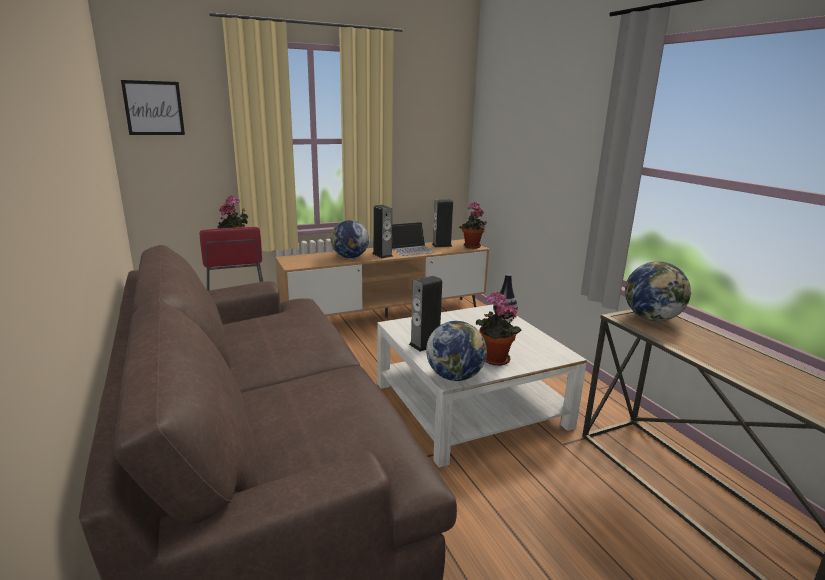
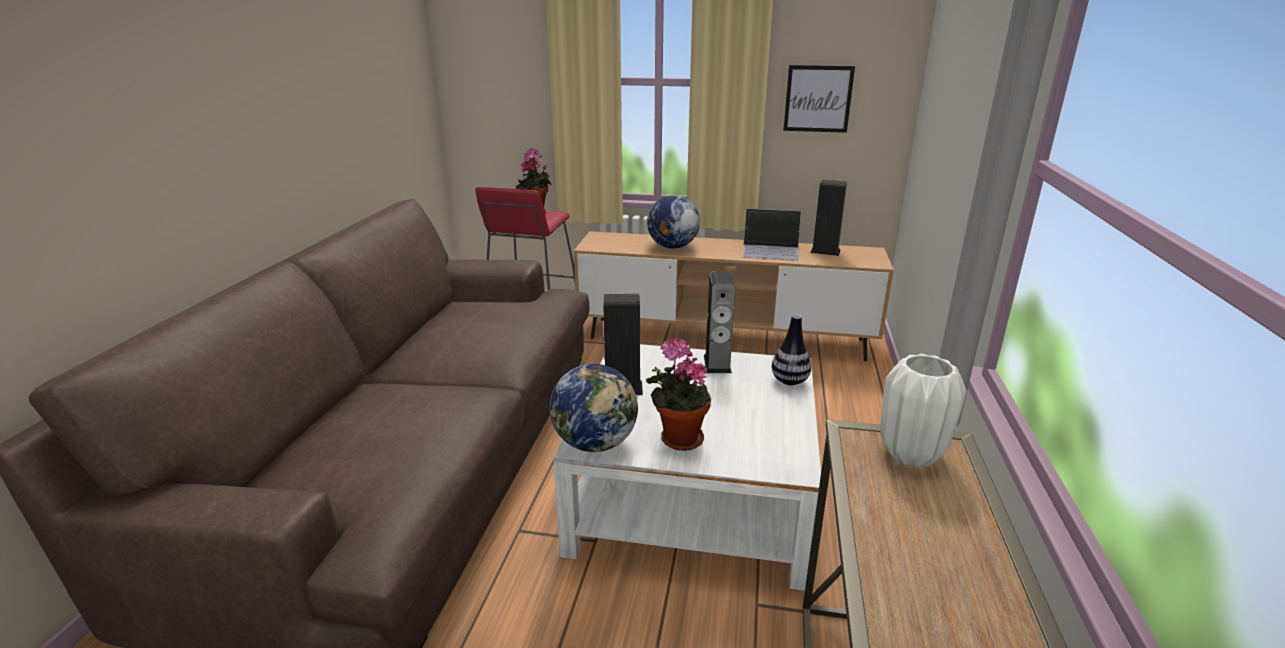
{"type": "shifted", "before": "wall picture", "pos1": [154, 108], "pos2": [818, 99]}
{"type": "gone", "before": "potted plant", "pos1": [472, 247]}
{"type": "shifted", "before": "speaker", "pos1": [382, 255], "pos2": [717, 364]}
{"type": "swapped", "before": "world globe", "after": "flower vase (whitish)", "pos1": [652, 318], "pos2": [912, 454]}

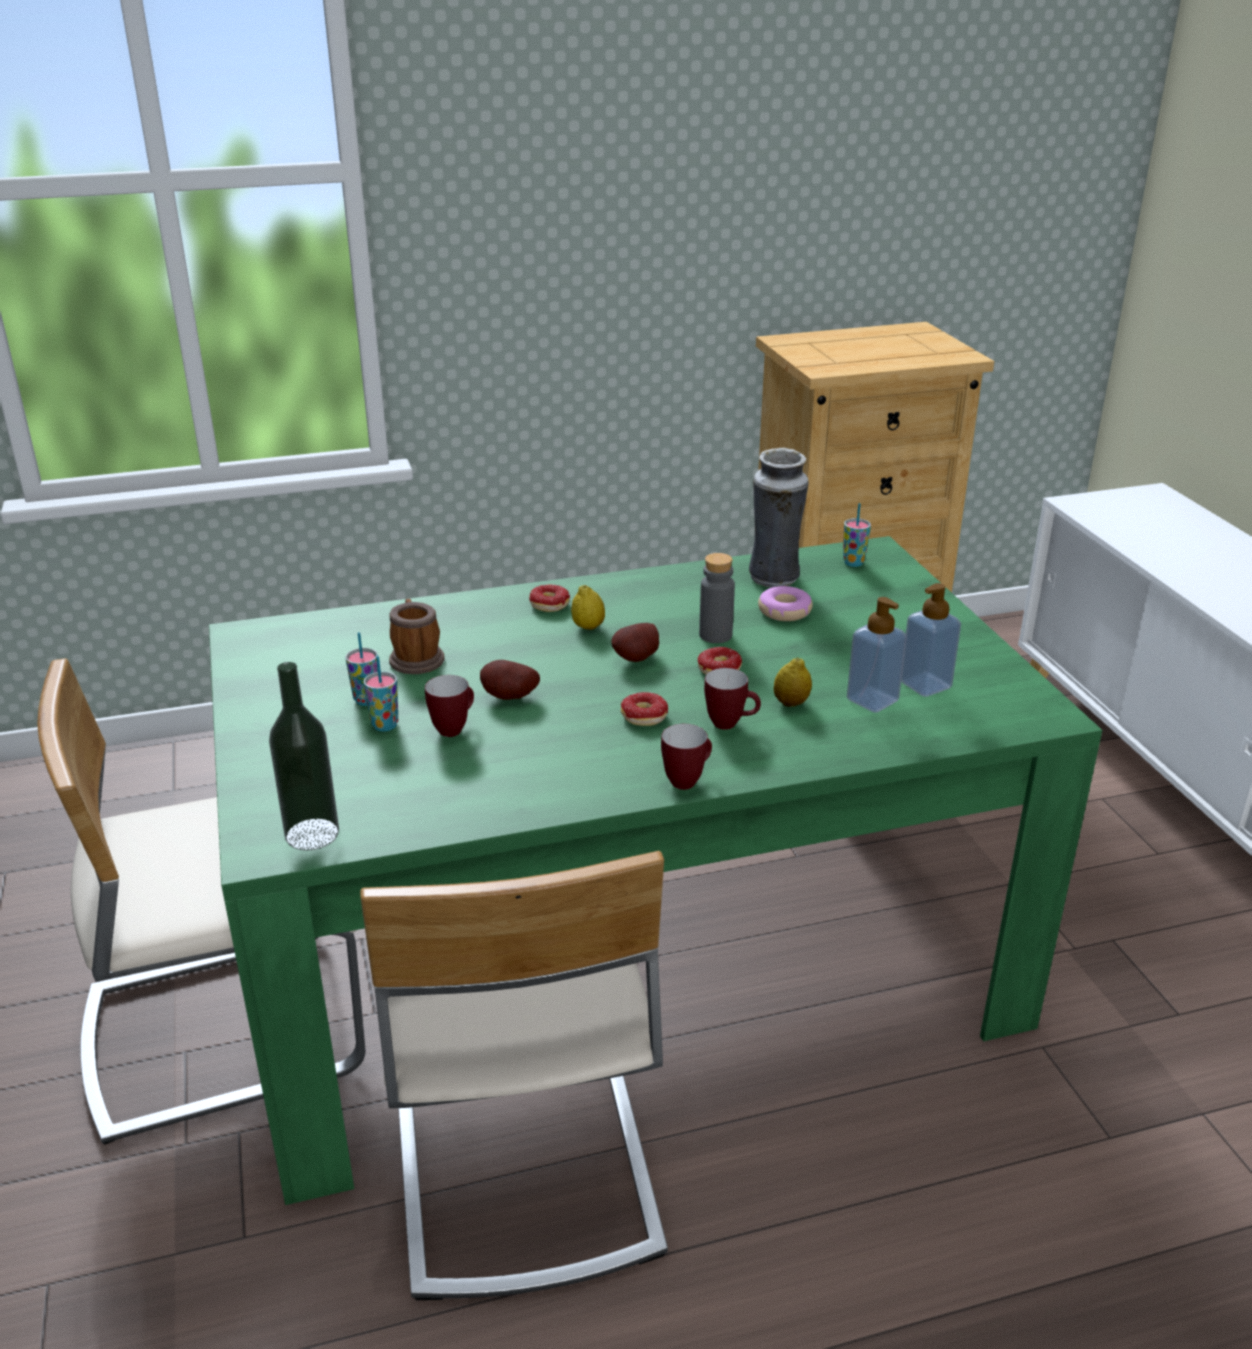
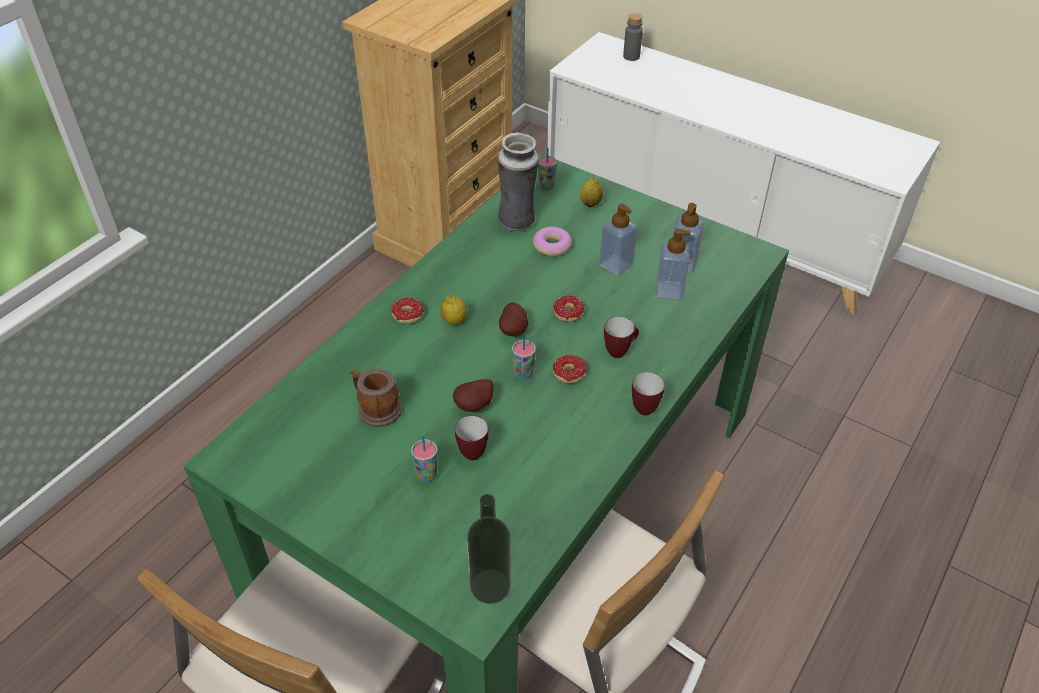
{"type": "shifted", "before": "beverage bottle (grey)", "pos1": [715, 635], "pos2": [631, 56]}
{"type": "shifted", "before": "small cup", "pos1": [366, 700], "pos2": [523, 374]}
{"type": "shifted", "before": "lemon", "pos1": [791, 703], "pos2": [590, 204]}
{"type": "new", "after": "soap dispenser", "pos2": [616, 265]}

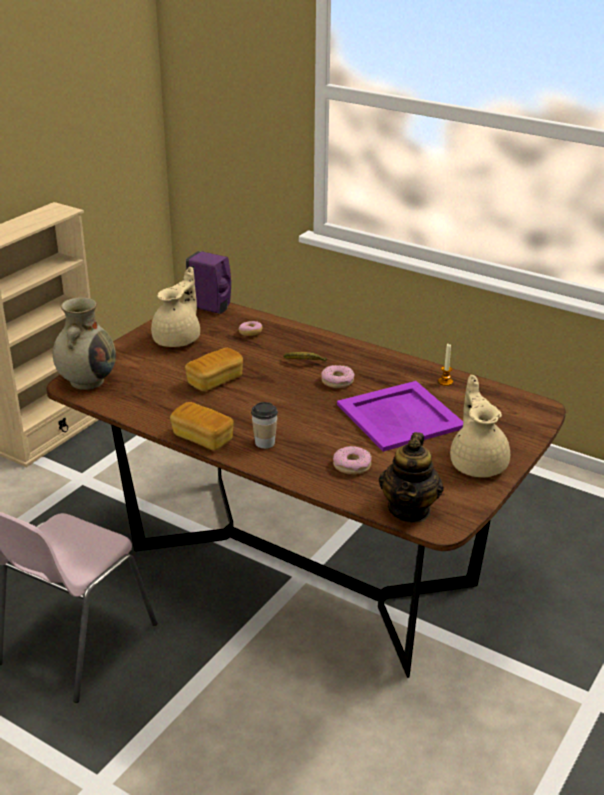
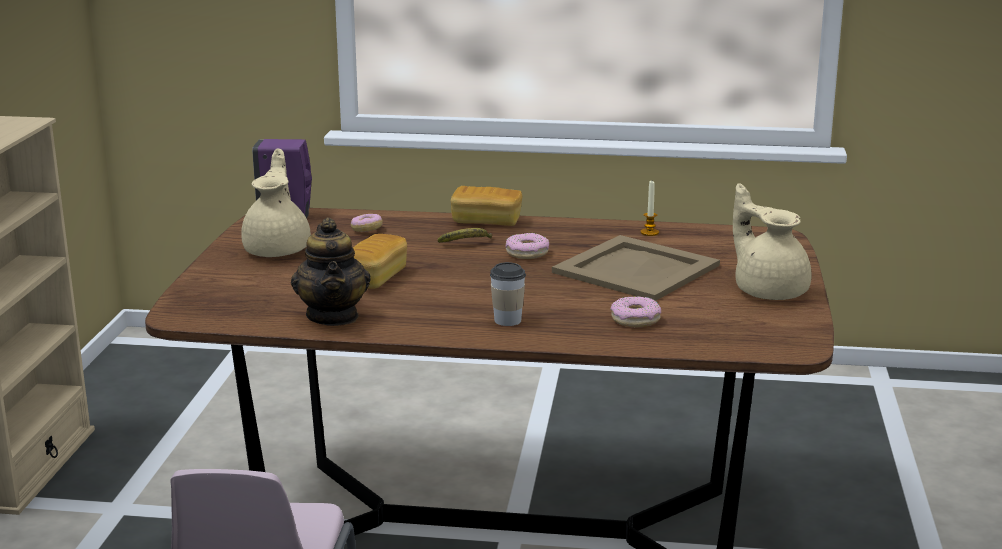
{"type": "gone", "before": "flower vase (sand-coloured)", "pos1": [87, 380]}
{"type": "repainted", "before": "carrying tray (purple)", "after": "carrying tray (sand-coloured)", "pos1": [399, 416], "pos2": [634, 269]}
{"type": "shifted", "before": "baked bread", "pos1": [202, 438], "pos2": [486, 222]}
{"type": "shifted", "before": "tea pot", "pos1": [410, 509], "pos2": [333, 316]}

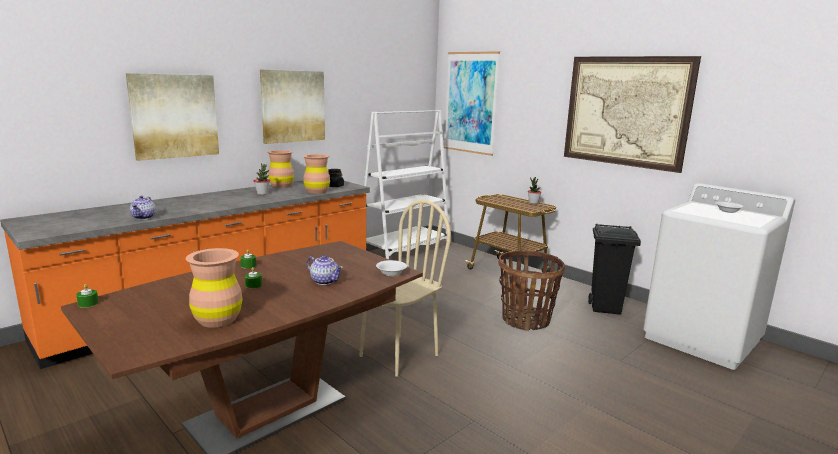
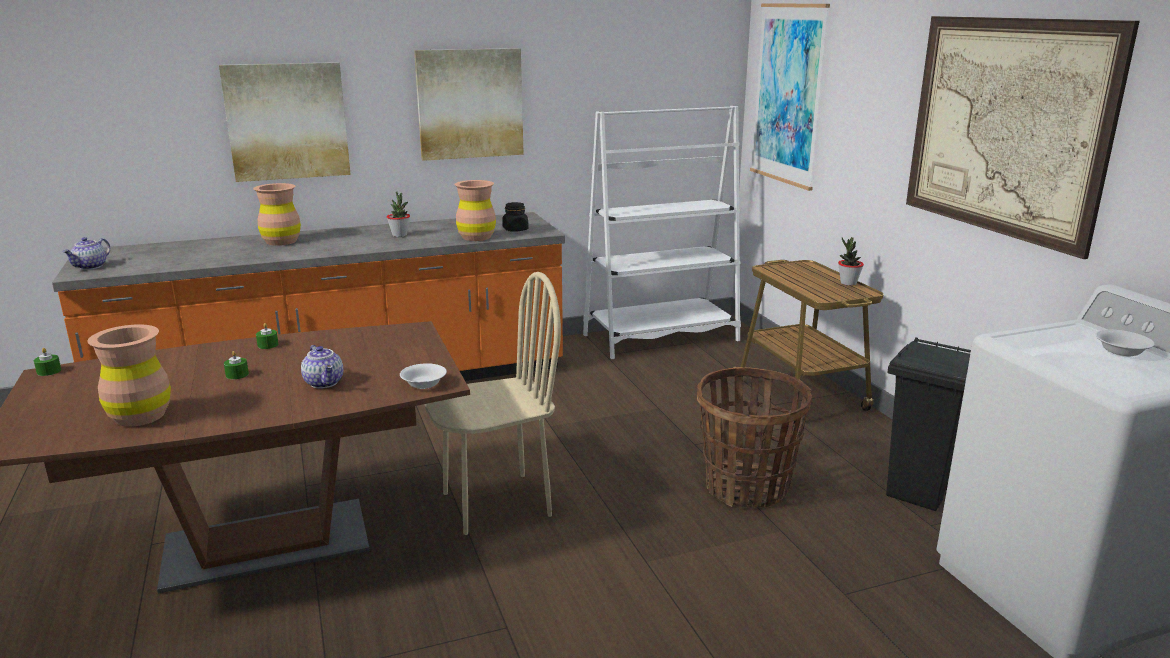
{"type": "shifted", "before": "flower vase (brown)", "pos1": [281, 186], "pos2": [281, 241]}
{"type": "shifted", "before": "tea pot", "pos1": [144, 217], "pos2": [91, 267]}

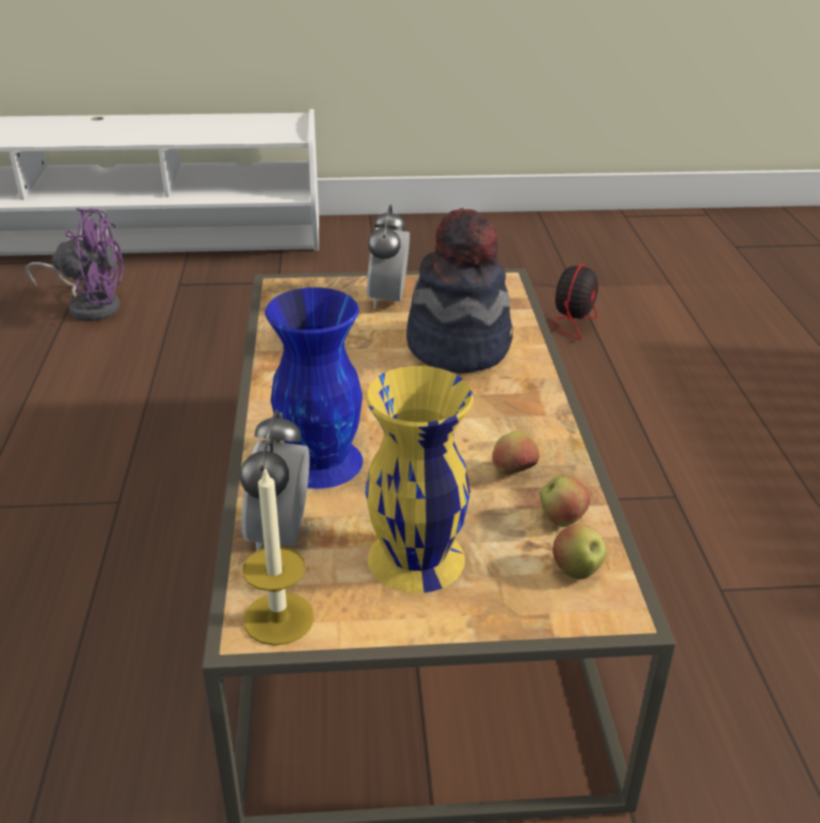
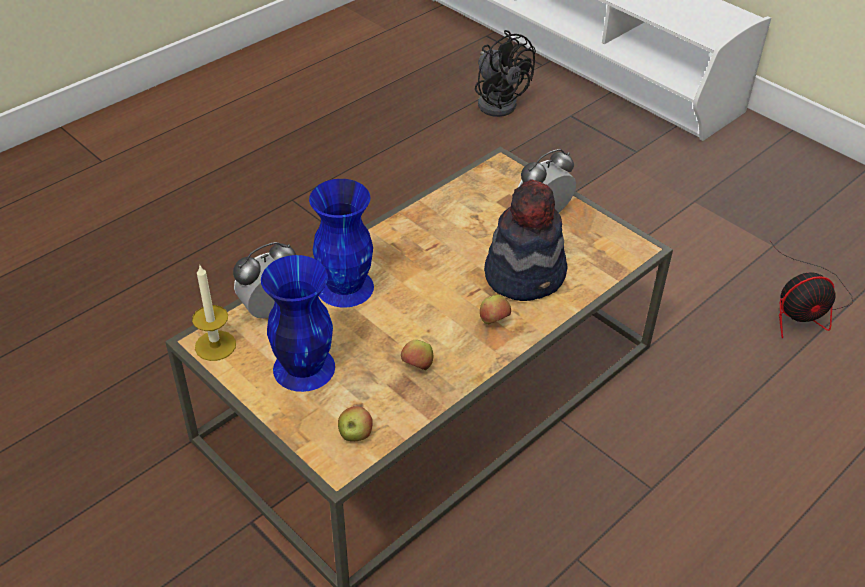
{"type": "repainted", "before": "cooling fan (purple)", "after": "cooling fan (black)", "pos1": [90, 305], "pos2": [498, 101]}
{"type": "repainted", "before": "flower vase (yellow)", "after": "flower vase (blue-coloured)", "pos1": [414, 558], "pos2": [303, 367]}
{"type": "shifted", "before": "whole apple", "pos1": [562, 520], "pos2": [494, 321]}

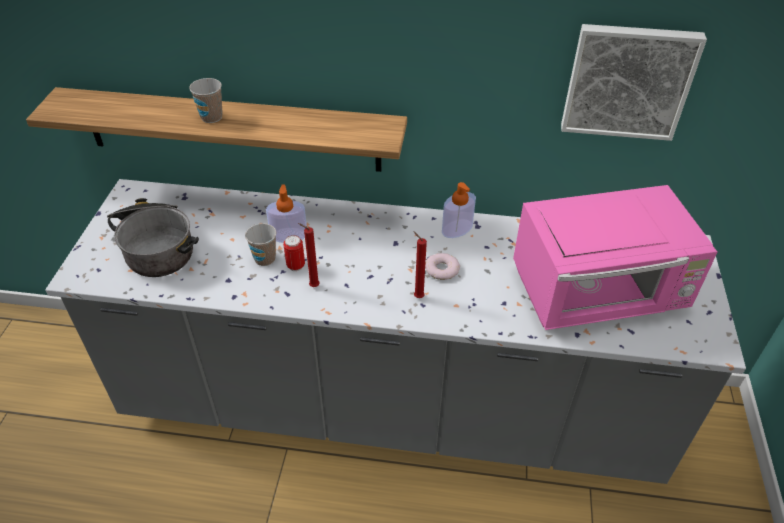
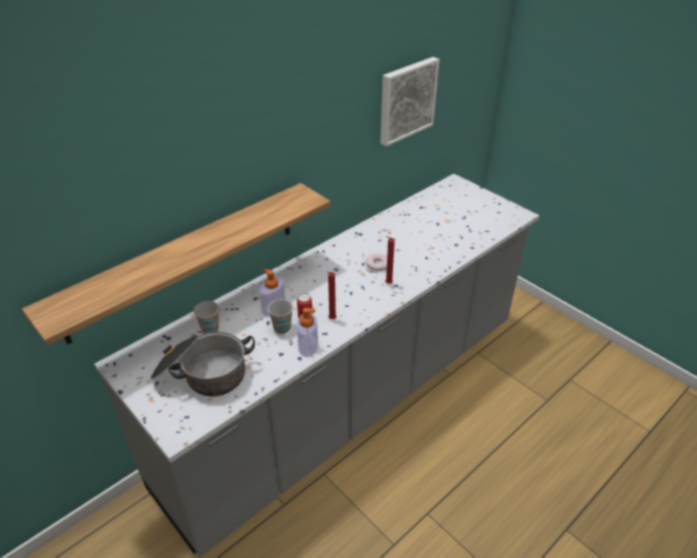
{"type": "shifted", "before": "small cup", "pos1": [211, 117], "pos2": [210, 329]}
{"type": "shifted", "before": "soap dispenser", "pos1": [457, 229], "pos2": [308, 346]}
{"type": "gone", "before": "microwave oven (pink-coloured)", "pos1": [598, 294]}

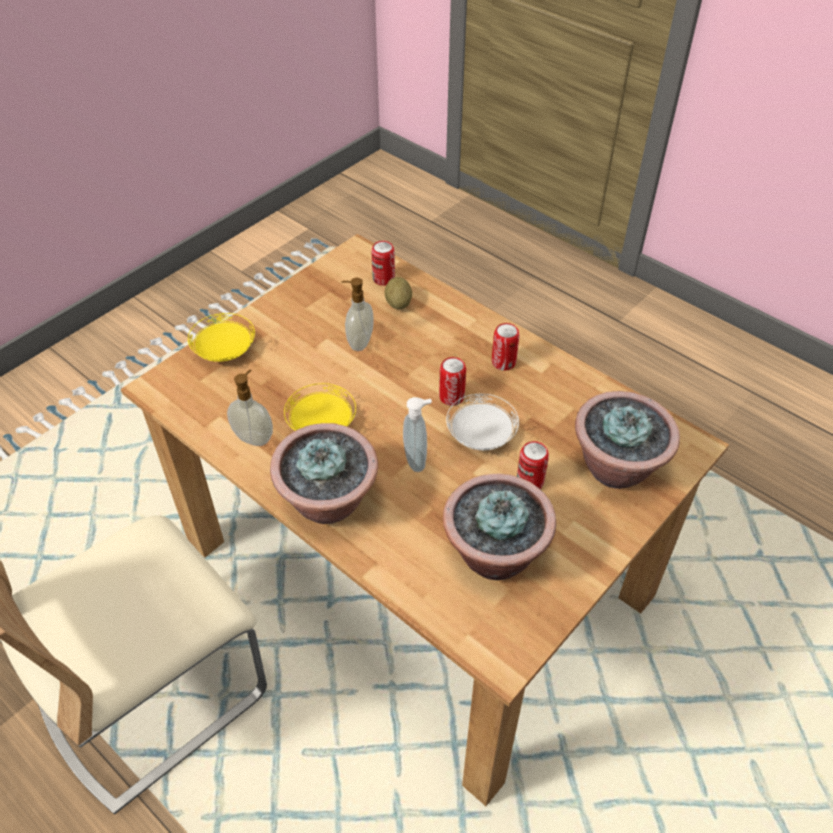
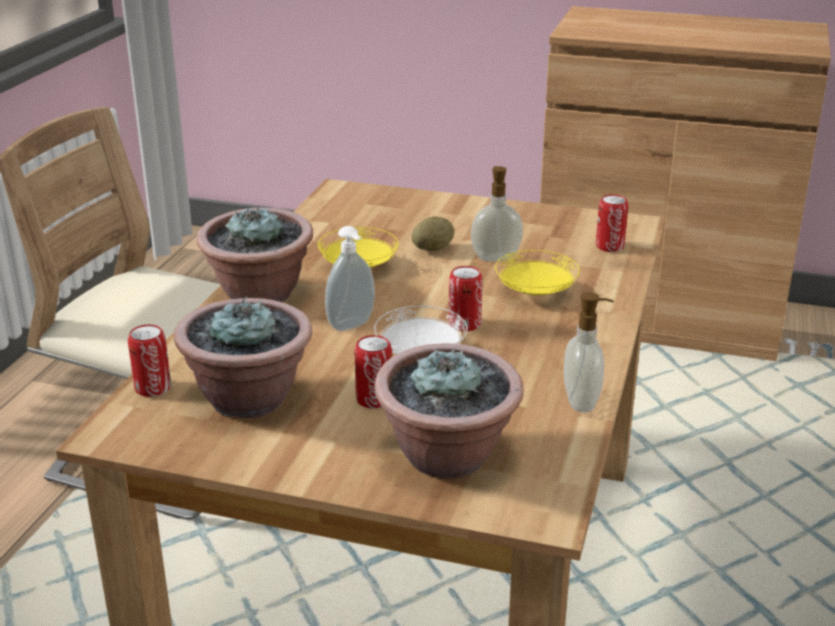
{"type": "shifted", "before": "spud", "pos1": [398, 303], "pos2": [433, 249]}
{"type": "shifted", "before": "flat dish (yellow)", "pos1": [225, 351], "pos2": [536, 293]}
{"type": "shifted", "before": "sealed can", "pos1": [503, 362], "pos2": [153, 388]}
{"type": "shifted", "before": "soap dispenser", "pos1": [254, 437], "pos2": [583, 402]}
{"type": "new", "after": "storage cabinet (brown)", "pos2": [657, 317]}

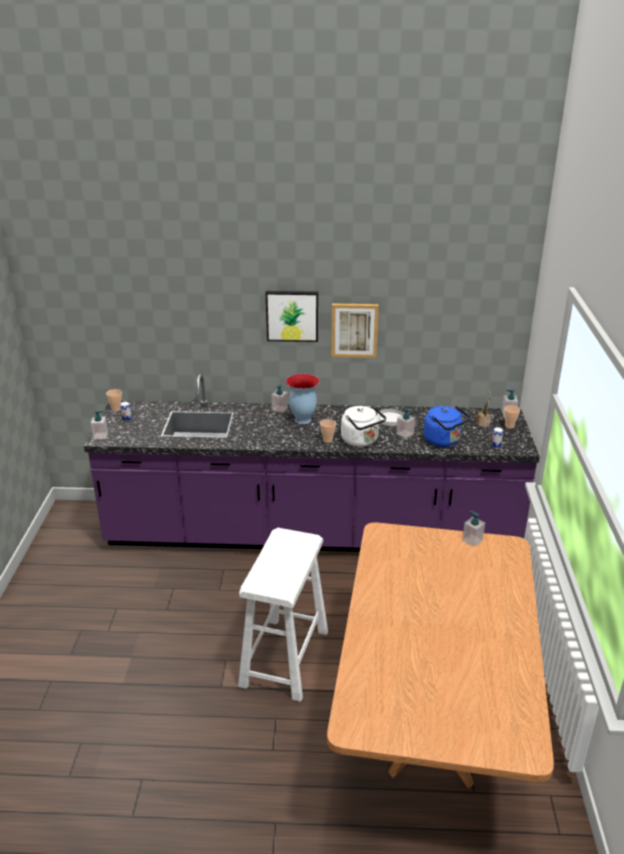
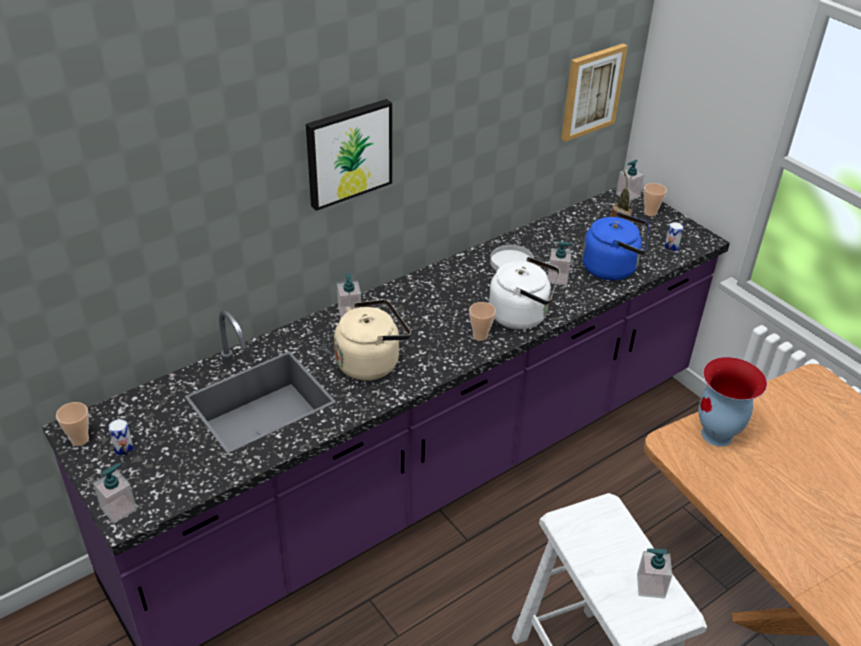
{"type": "shifted", "before": "wall picture", "pos1": [354, 330], "pos2": [591, 91]}
{"type": "shifted", "before": "flower vase", "pos1": [302, 420], "pos2": [717, 435]}
{"type": "shifted", "before": "soap dispenser", "pos1": [472, 540], "pos2": [650, 586]}
{"type": "new", "after": "tea kettle (sand-coloured)", "pos2": [371, 362]}

